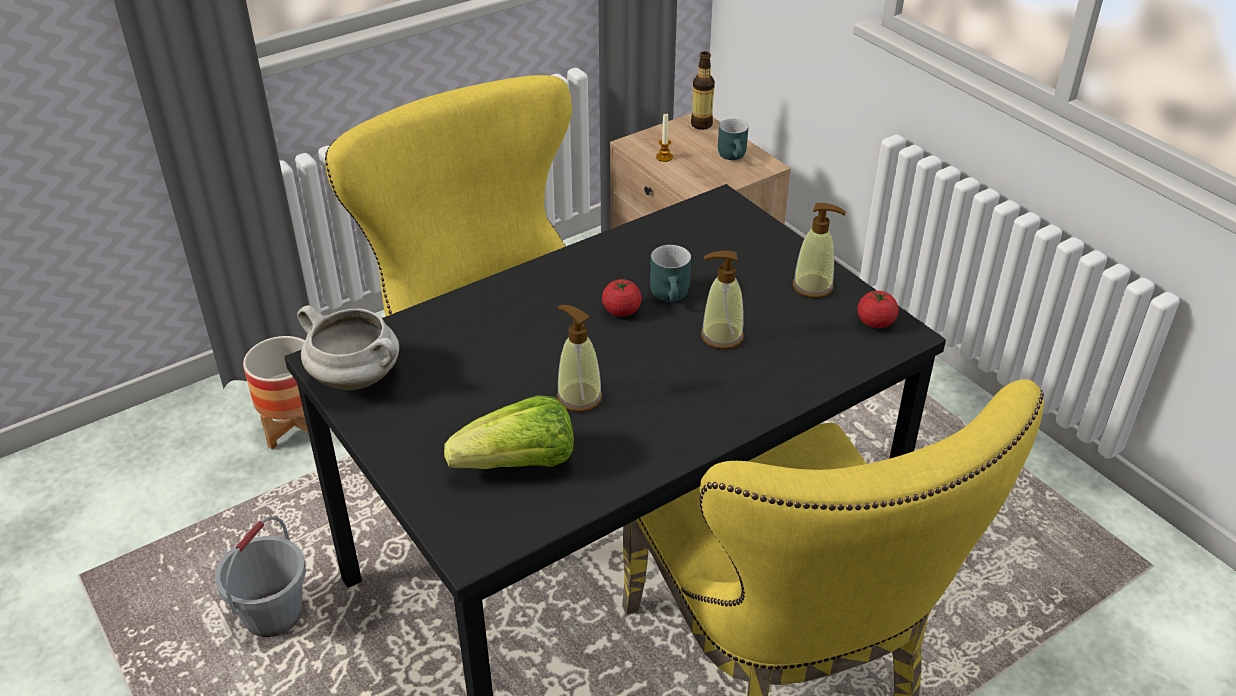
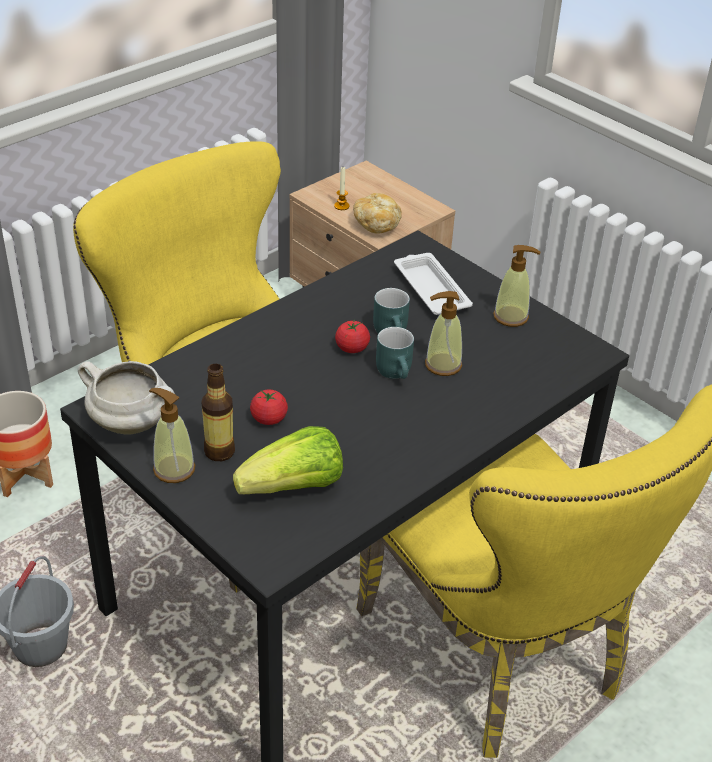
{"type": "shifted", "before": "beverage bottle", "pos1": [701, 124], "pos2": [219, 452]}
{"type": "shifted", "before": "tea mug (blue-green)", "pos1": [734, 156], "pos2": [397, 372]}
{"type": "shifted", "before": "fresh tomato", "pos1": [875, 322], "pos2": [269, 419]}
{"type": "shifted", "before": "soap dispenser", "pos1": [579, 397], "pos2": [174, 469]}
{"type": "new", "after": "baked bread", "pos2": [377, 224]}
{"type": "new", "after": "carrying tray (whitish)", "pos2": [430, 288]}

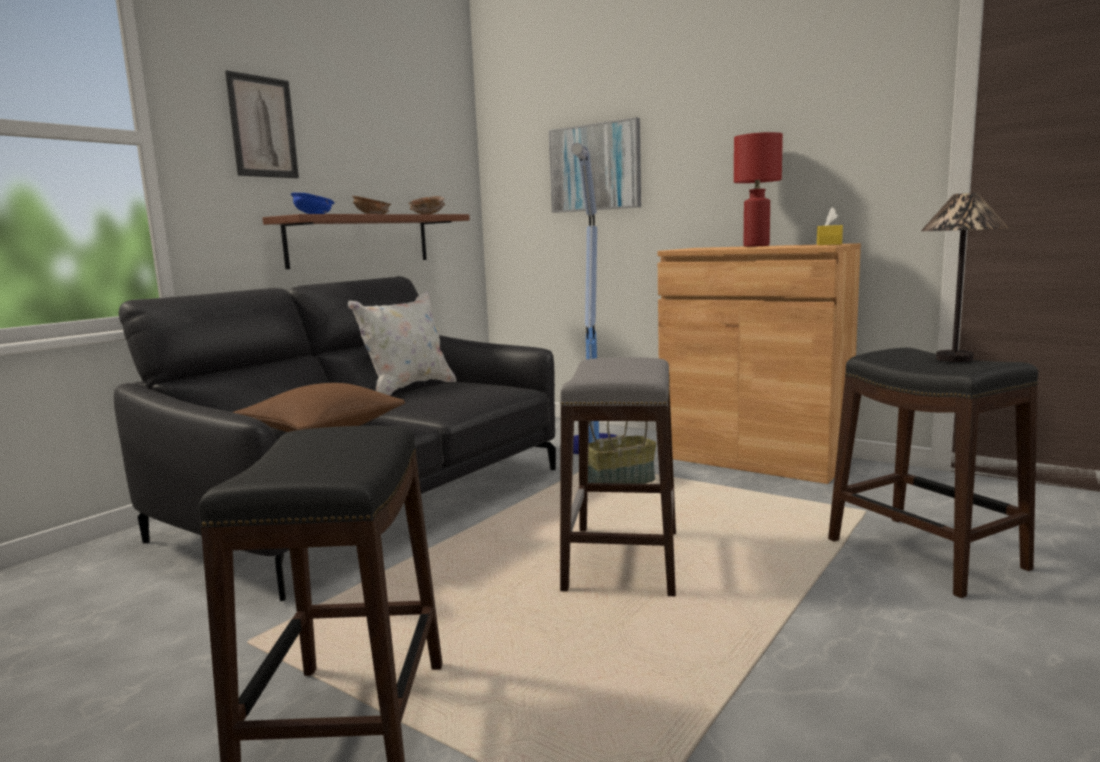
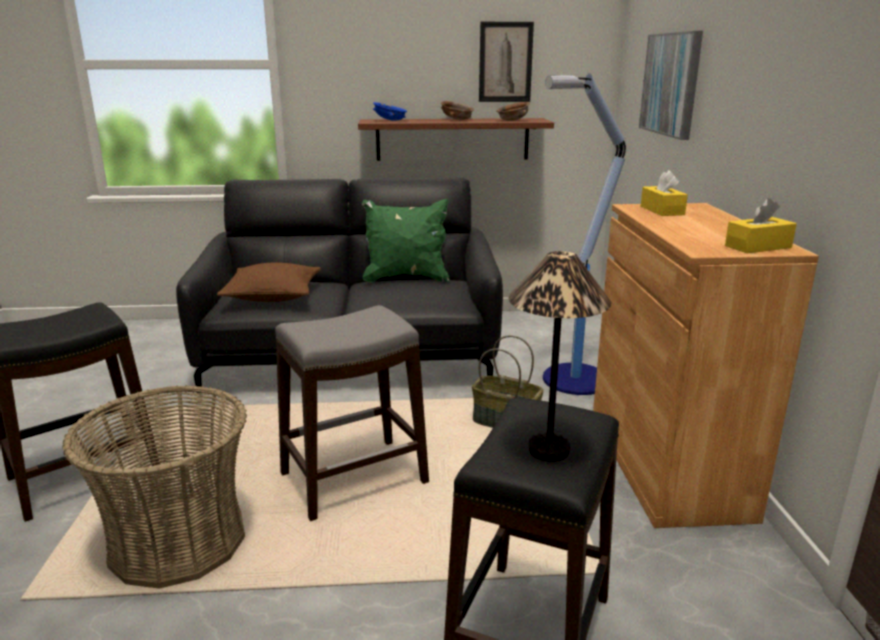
{"type": "shifted", "before": "wall picture", "pos1": [262, 127], "pos2": [505, 62]}
{"type": "gone", "before": "lamp for a table (red-coloured)", "pos1": [756, 246]}
{"type": "repainted", "before": "cushion (whitish)", "after": "cushion (green)", "pos1": [408, 389], "pos2": [406, 278]}
{"type": "new", "after": "box of tissues (yellow)", "pos2": [662, 210]}
{"type": "new", "after": "household basket", "pos2": [178, 541]}

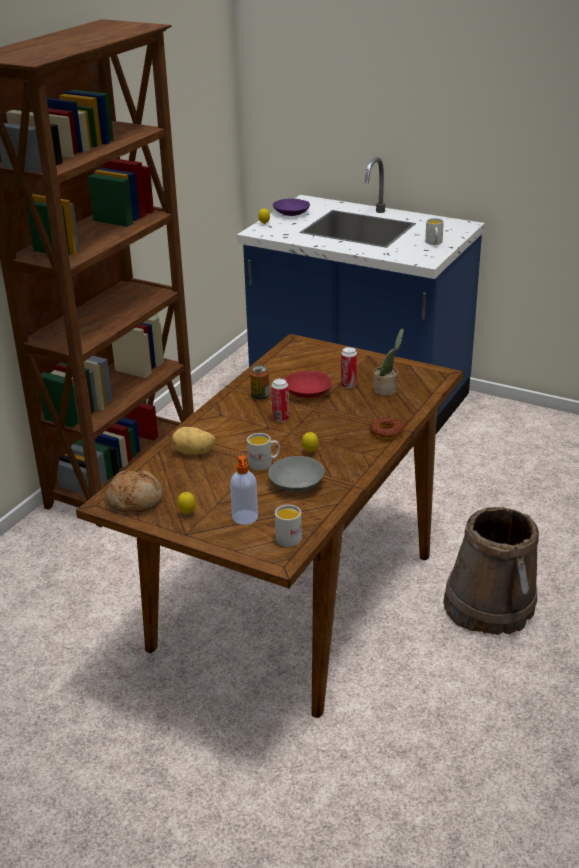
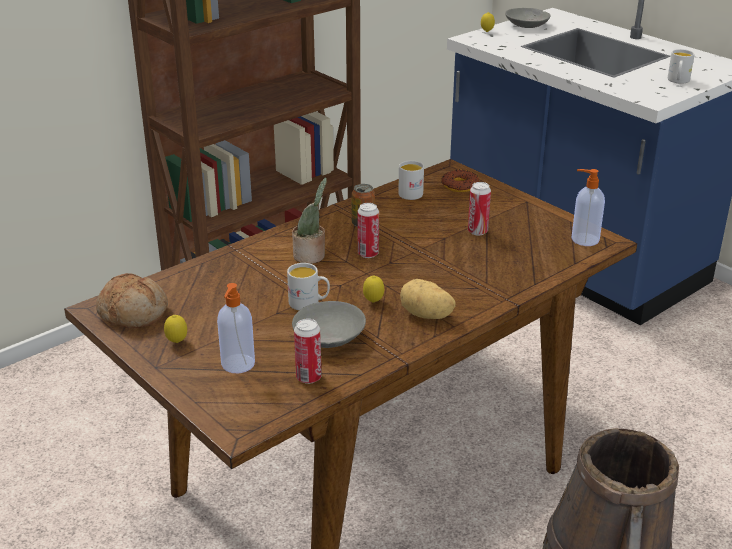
{"type": "repainted", "before": "bowl (purple)", "after": "bowl (grey)", "pos1": [292, 213], "pos2": [527, 25]}
{"type": "shifted", "before": "potted plant", "pos1": [387, 390], "pos2": [311, 256]}
{"type": "gone", "before": "bowl (red-coloured)", "pos1": [308, 392]}
{"type": "shifted", "before": "donut", "pos1": [386, 431], "pos2": [459, 185]}
{"type": "shifted", "before": "spud", "pos1": [194, 453], "pos2": [426, 315]}
{"type": "shifted", "before": "tea mug (whitish)", "pos1": [289, 536], "pos2": [413, 192]}
{"type": "new", "after": "soap dispenser", "pos2": [584, 239]}
{"type": "new", "after": "sealed can", "pos2": [308, 377]}

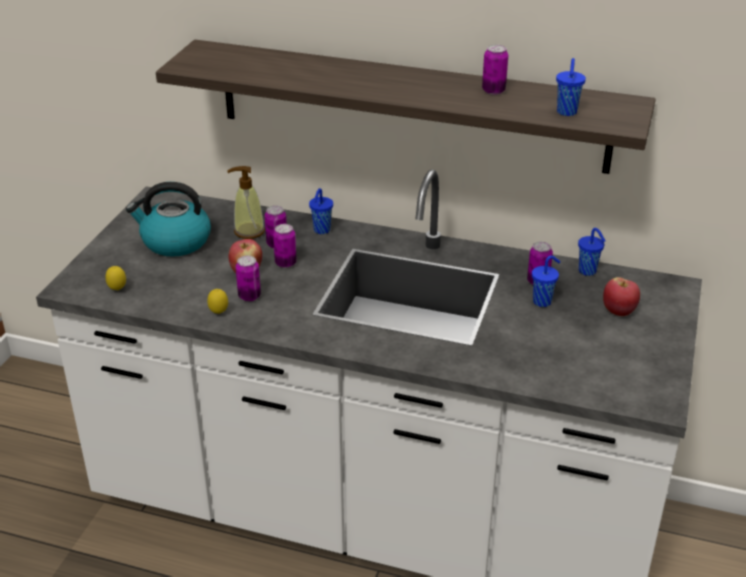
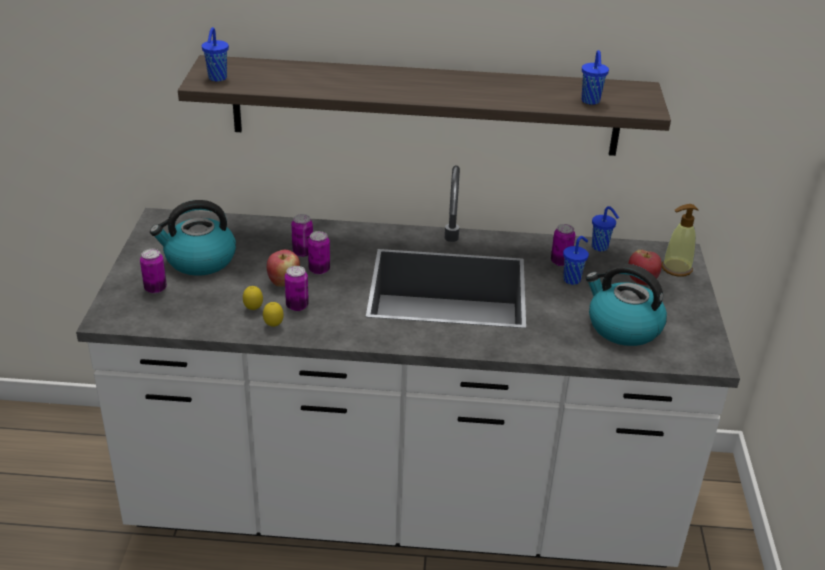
{"type": "shifted", "before": "sealed can", "pos1": [493, 91], "pos2": [155, 288]}
{"type": "shifted", "before": "soap dispenser", "pos1": [249, 231], "pos2": [676, 268]}
{"type": "shifted", "before": "small cup (blue-coloured)", "pos1": [321, 230], "pos2": [217, 78]}
{"type": "shifted", "before": "lemon", "pos1": [117, 290], "pos2": [253, 309]}
{"type": "new", "after": "tea kettle", "pos2": [622, 327]}

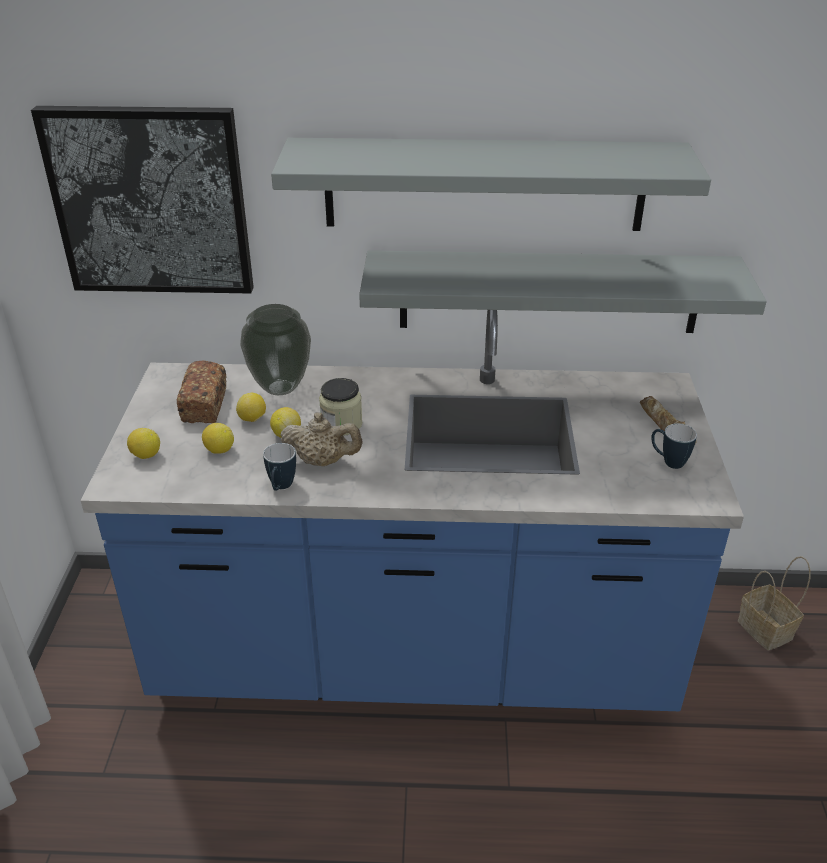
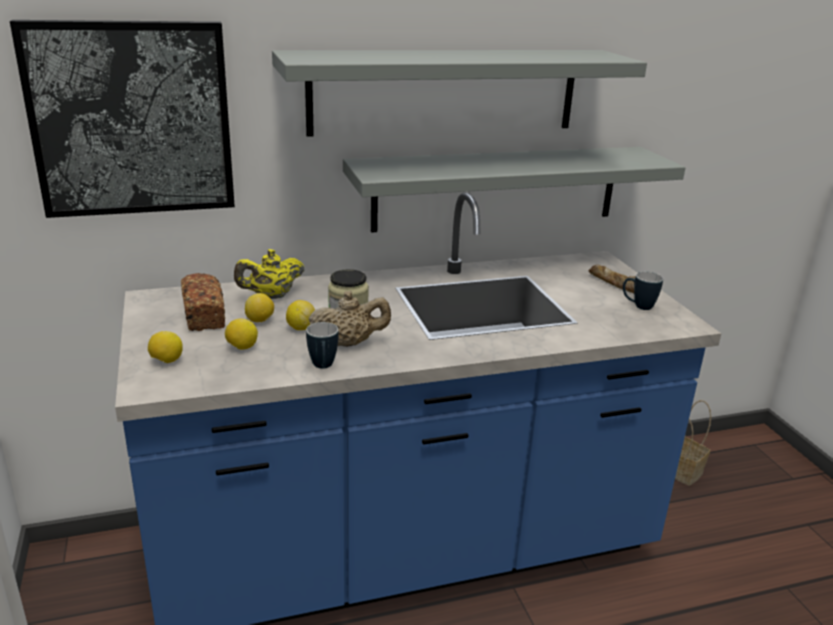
{"type": "swapped", "before": "flower vase", "after": "tea pot (yellow)", "pos1": [279, 388], "pos2": [271, 296]}

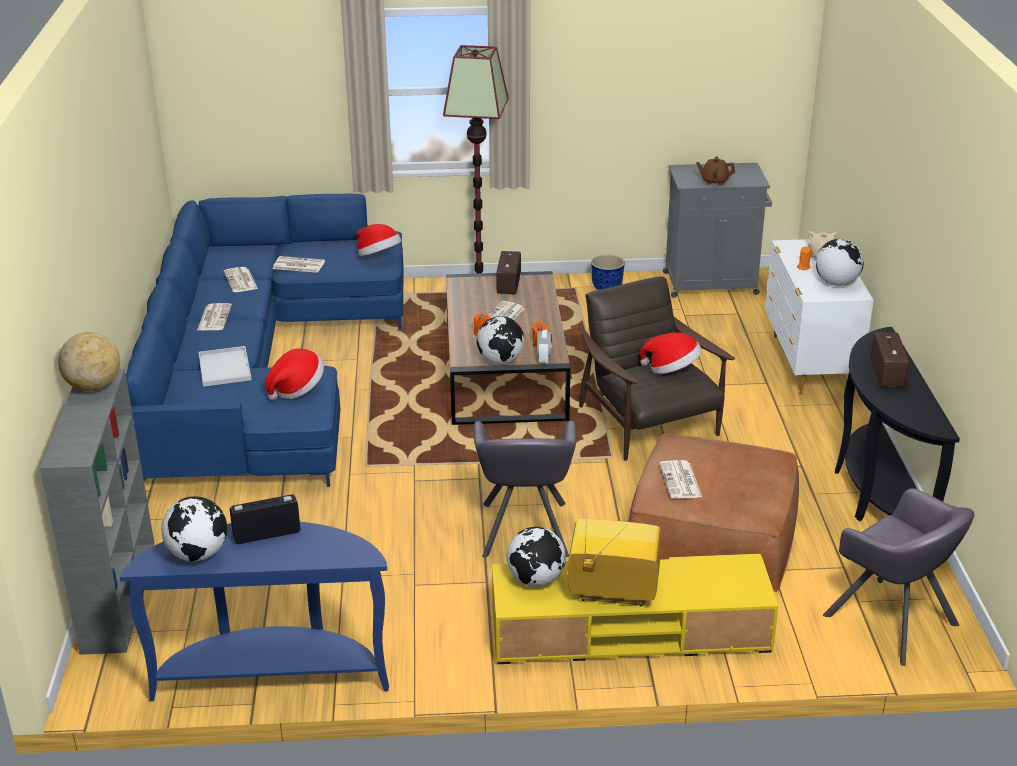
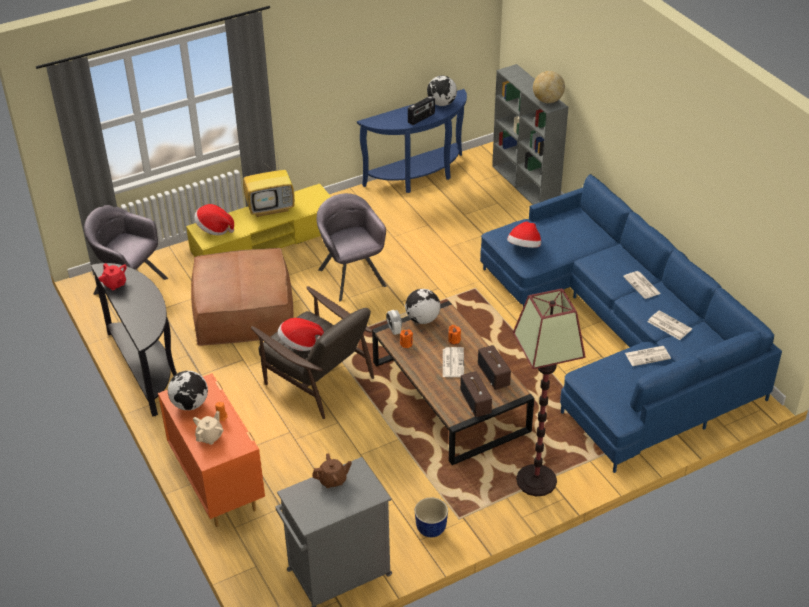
{"type": "shifted", "before": "wearable hat", "pos1": [378, 257], "pos2": [214, 229]}
{"type": "repainted", "before": "chest of drawers (whitish)", "after": "chest of drawers (orangey)", "pos1": [808, 364], "pos2": [217, 483]}
{"type": "shifted", "before": "radio set", "pos1": [886, 372], "pos2": [494, 375]}
{"type": "gone", "before": "carrying tray (whitish)", "pos1": [224, 367]}
{"type": "gone", "before": "printed paper", "pos1": [681, 481]}
{"type": "gone", "before": "world globe", "pos1": [536, 580]}
{"type": "new", "after": "tea pot (red-coloured)", "pos2": [115, 284]}

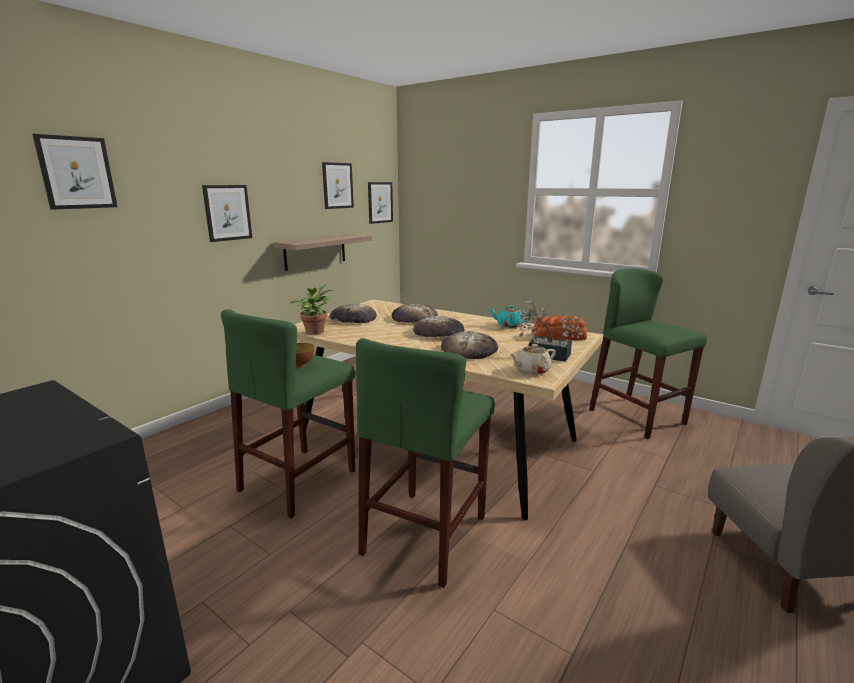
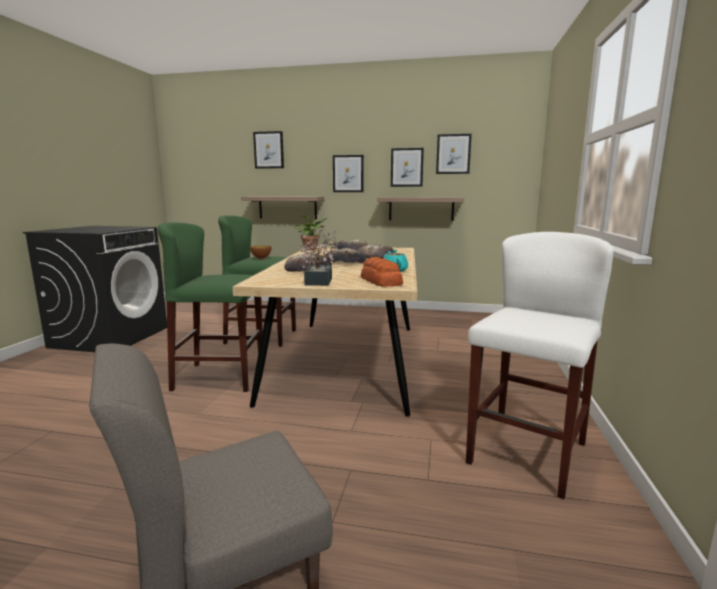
{"type": "shifted", "before": "wall picture", "pos1": [380, 202], "pos2": [407, 167]}
{"type": "repainted", "before": "stool (green)", "after": "stool (whitish)", "pos1": [636, 417], "pos2": [526, 453]}
{"type": "gone", "before": "tea pot (sand-coloured)", "pos1": [532, 370]}
{"type": "new", "after": "shelf", "pos2": [287, 207]}

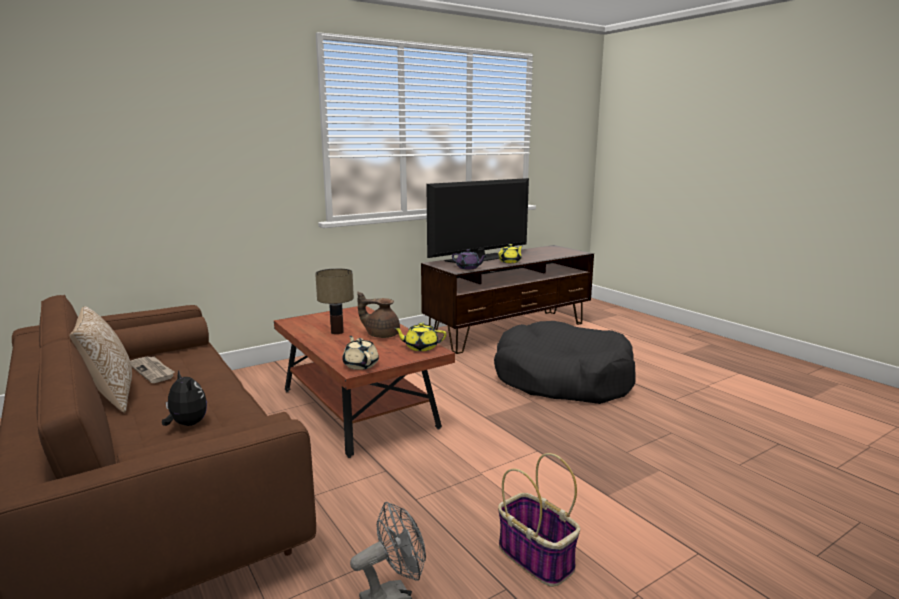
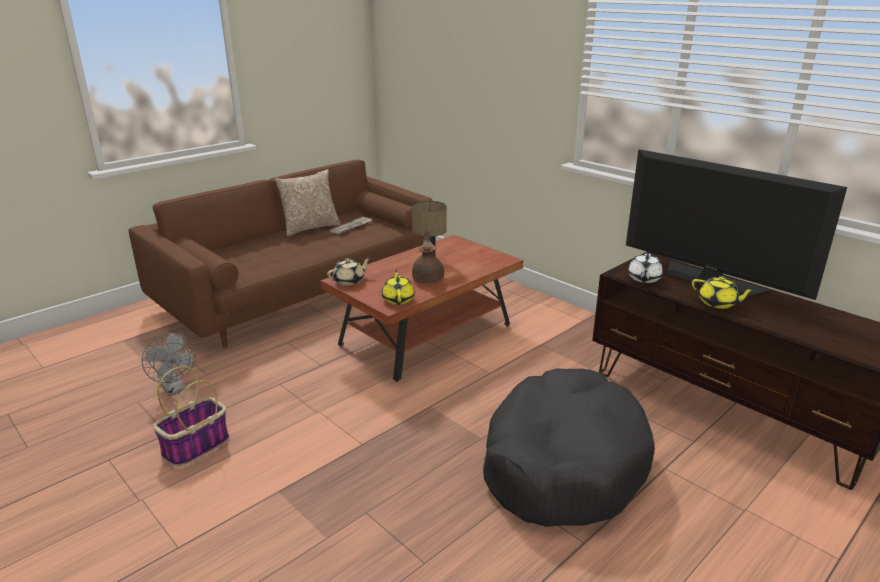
{"type": "repainted", "before": "tea pot (purple)", "after": "tea pot (whitish)", "pos1": [468, 268], "pos2": [643, 278]}
{"type": "gone", "before": "plush toy", "pos1": [187, 424]}

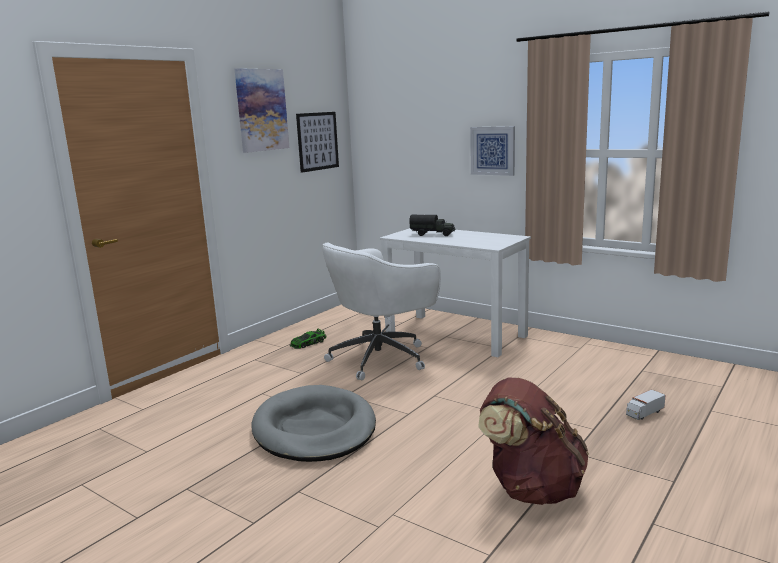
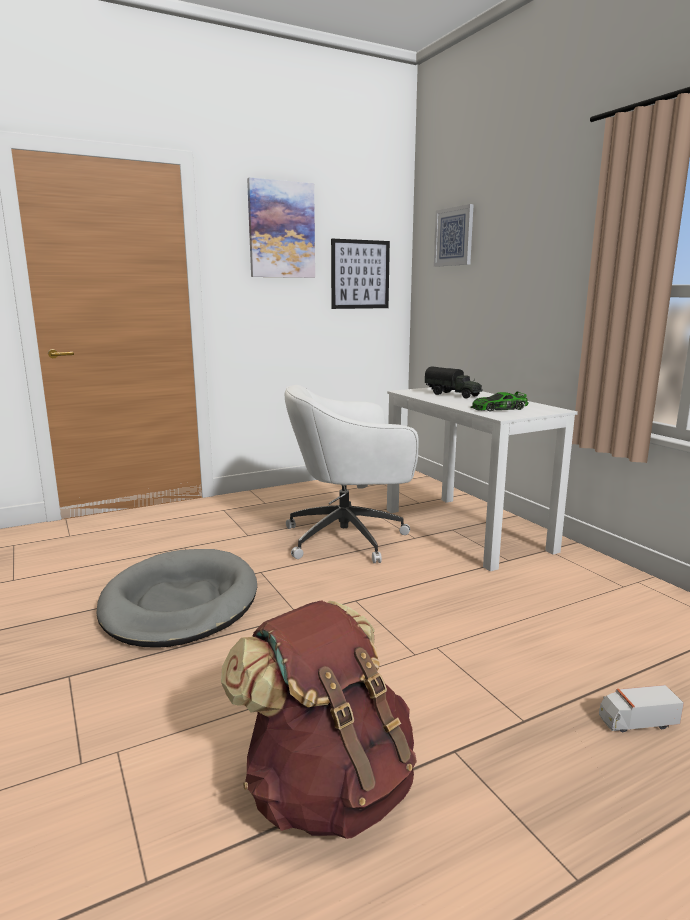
{"type": "shifted", "before": "wall picture", "pos1": [493, 150], "pos2": [454, 236]}
{"type": "shifted", "before": "model car", "pos1": [308, 343], "pos2": [498, 408]}

